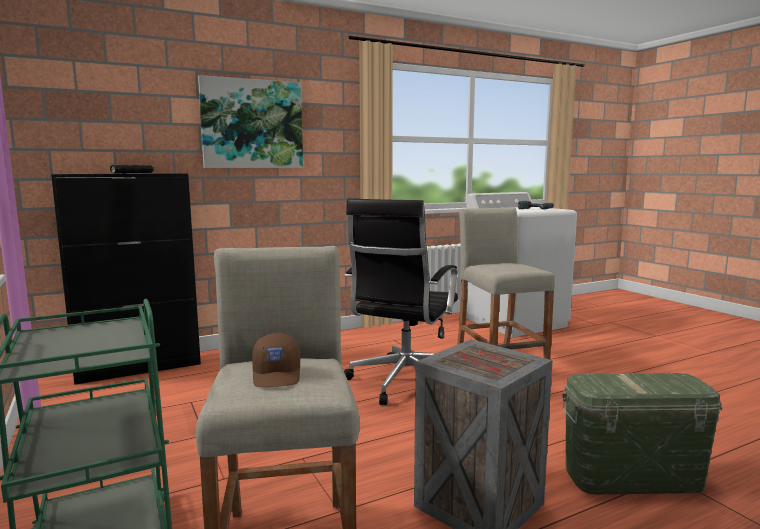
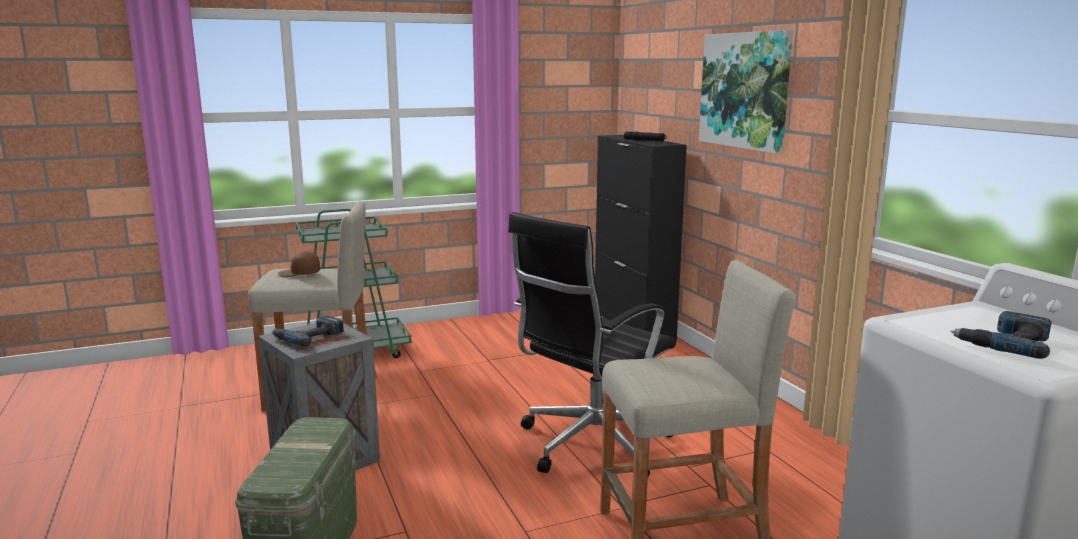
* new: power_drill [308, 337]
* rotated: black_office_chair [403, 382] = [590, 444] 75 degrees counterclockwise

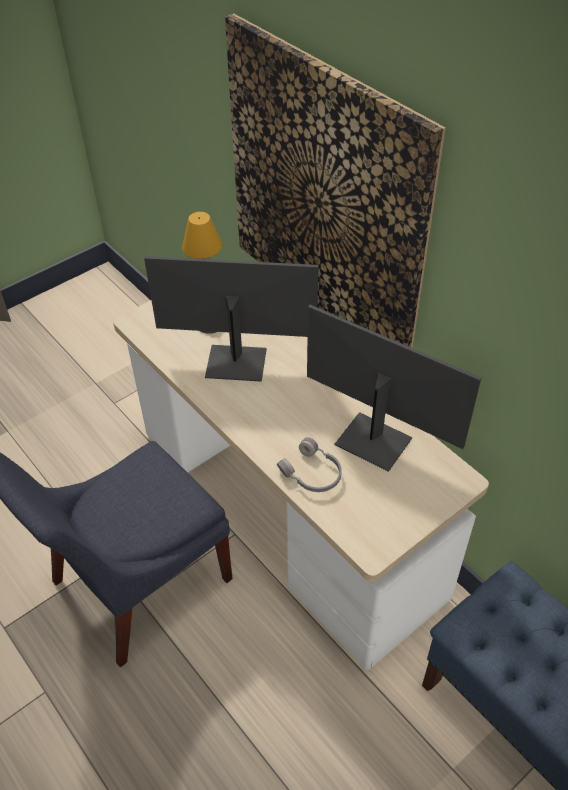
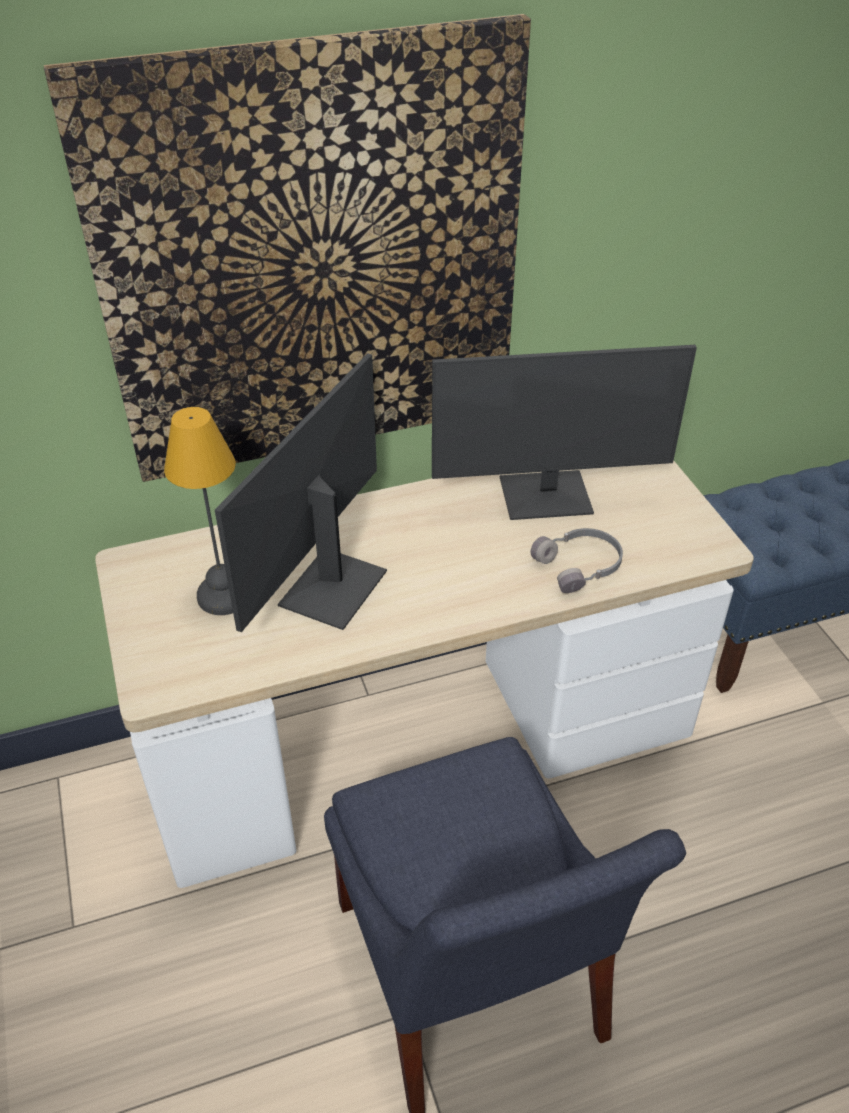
* rotated: monitor [374, 440] = [546, 497] 150 degrees counterclockwise

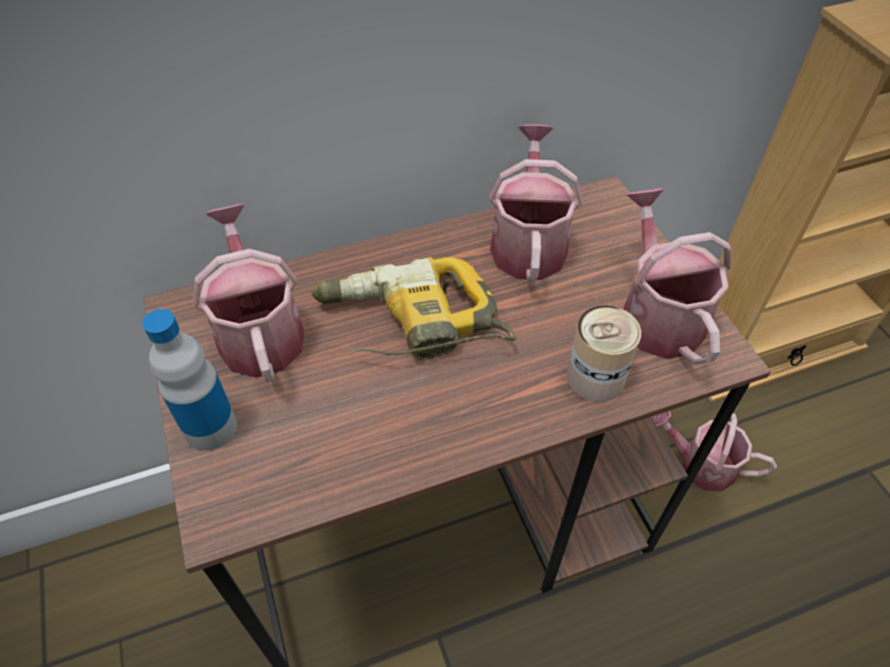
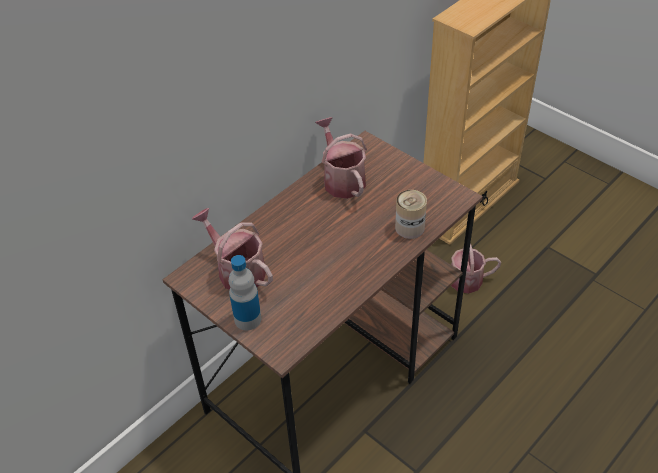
* gone: power_drill [411, 325]
* gone: watering_can [657, 314]

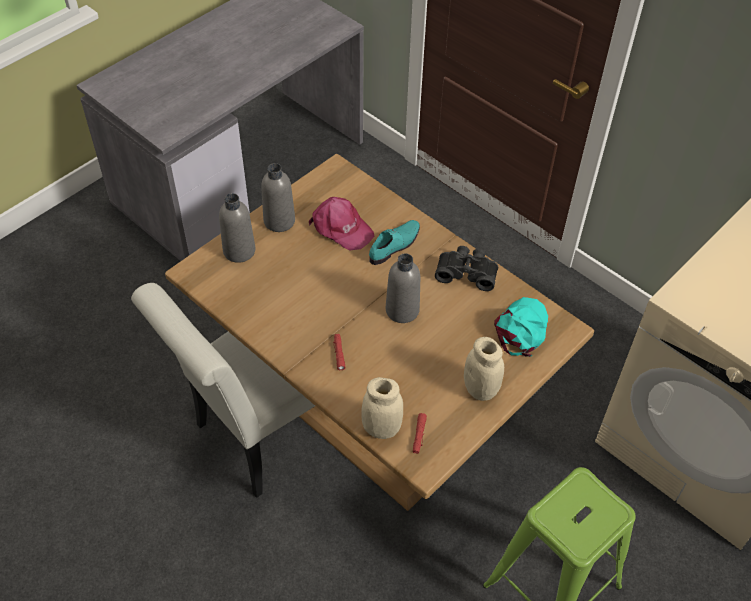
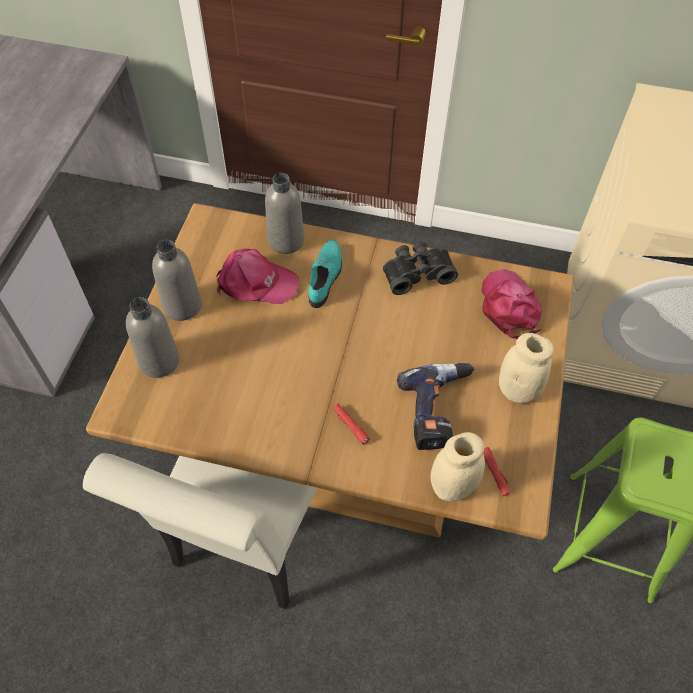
* shifted: grey_bottle [402, 310] to [286, 240]
* new: power_drill [439, 410]
* repainted: turquoise_cap [521, 329] to pink_cap [509, 307]

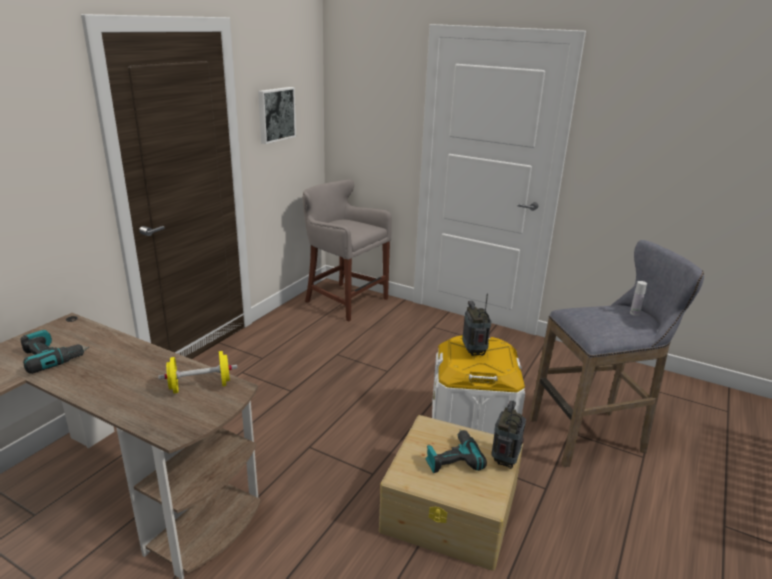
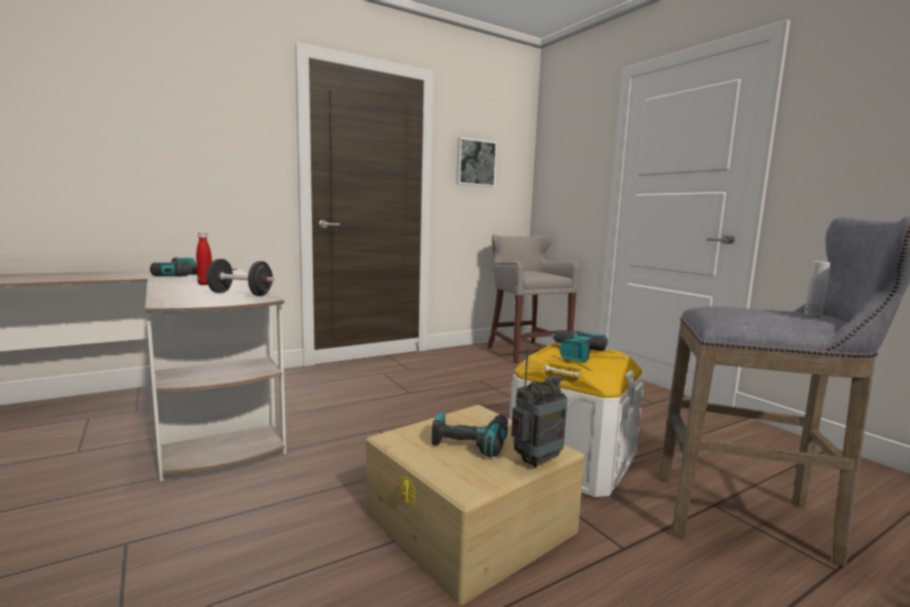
* new: red_bottle [205, 284]
* repainted: yellow_dumbbell [200, 386] to black_dumbbell [240, 294]
* swapped: radio [474, 352] to power_drill [573, 353]

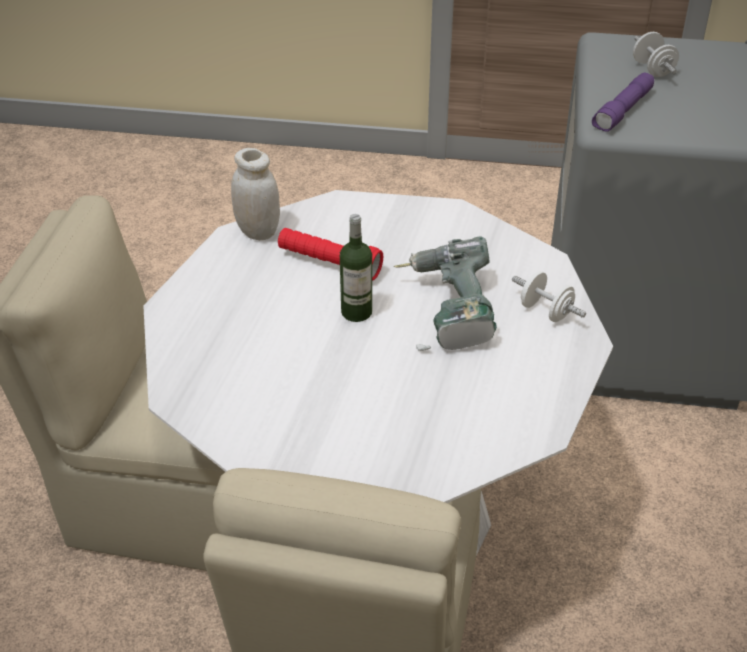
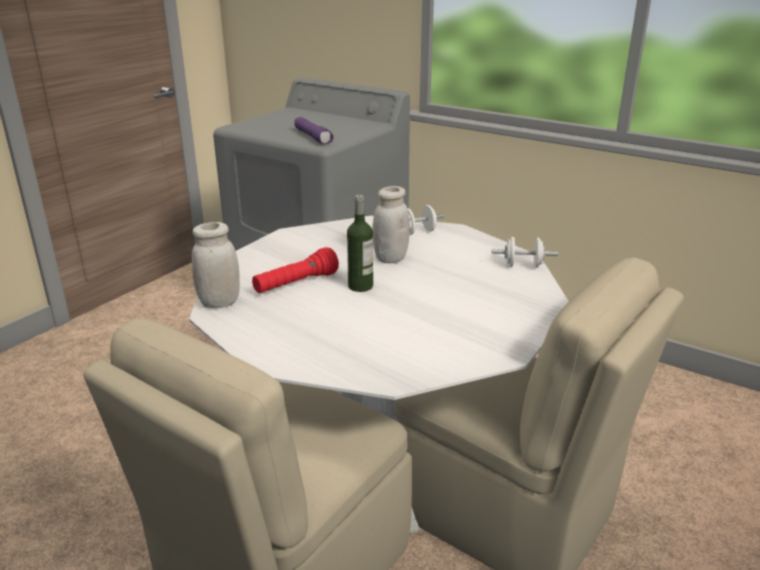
* swapped: power_drill [447, 312] to white_jar [390, 258]
* shifted: white_dumbbell [653, 69] to [523, 265]

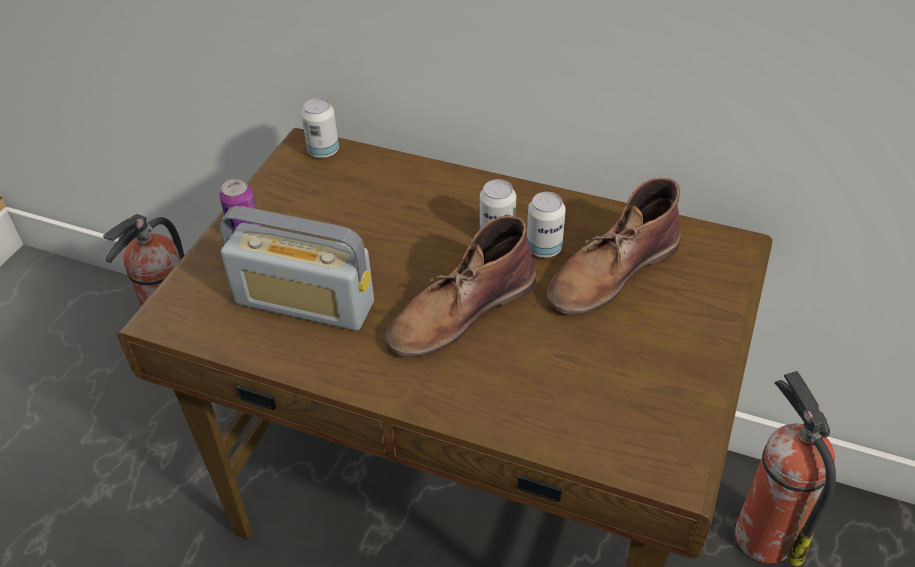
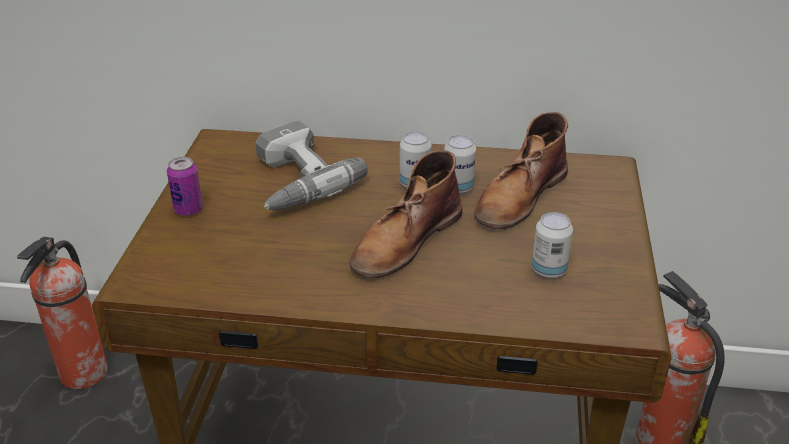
* new: power_drill [292, 181]
* shifted: can [323, 151] to [548, 270]
* gone: radio [305, 303]

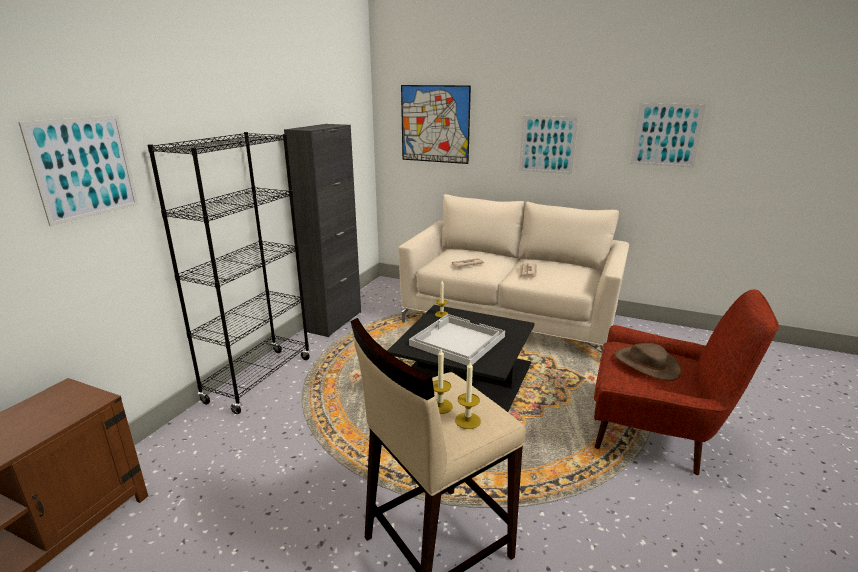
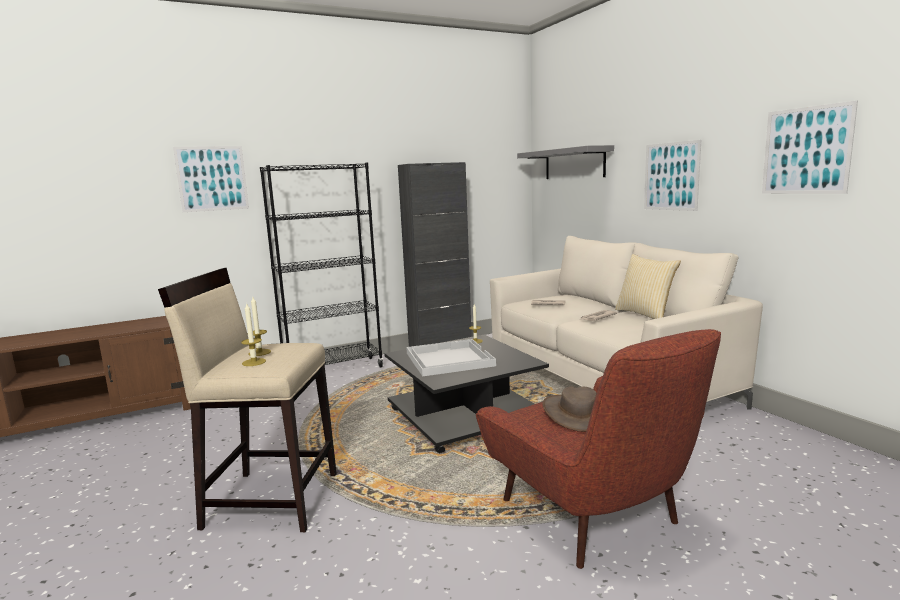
* swapped: picture [435, 124] to grey_shelf [574, 163]
* new: pillow [645, 314]

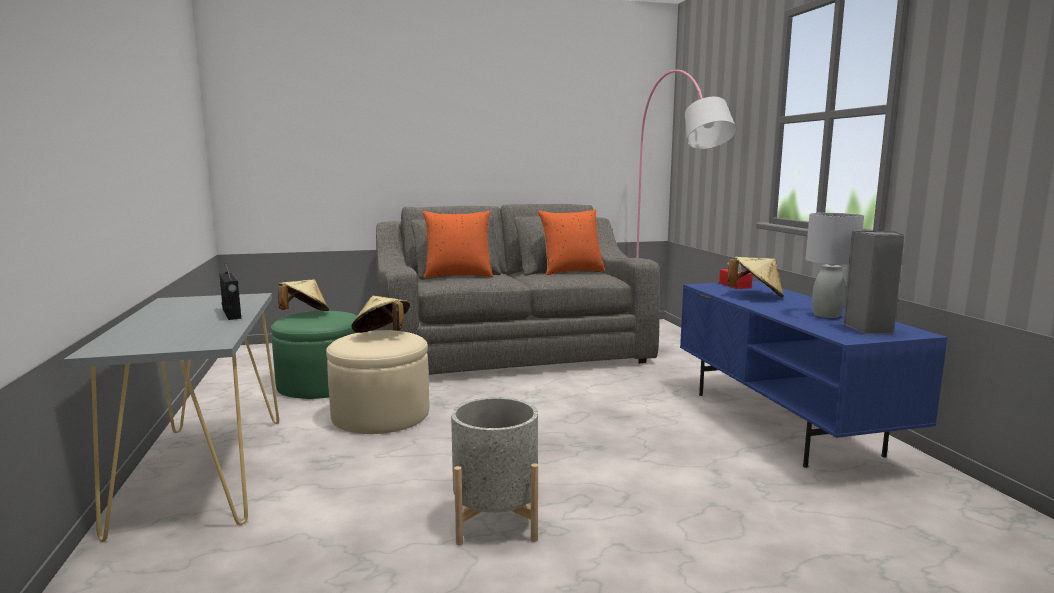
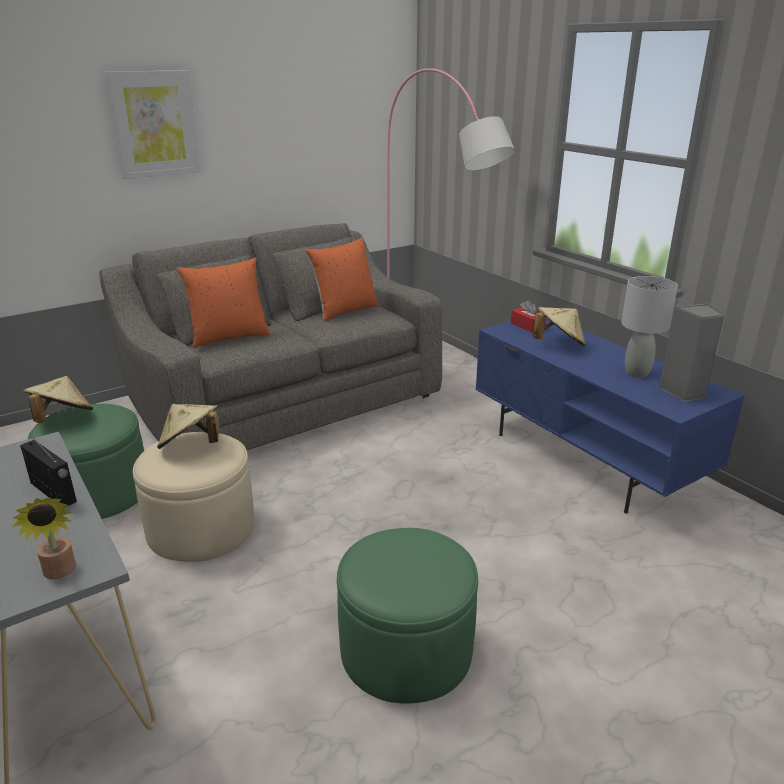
* new: potted_plant [60, 573]
* new: picture [154, 124]
* swapped: grey_planter [495, 521] to green_ottoman [406, 649]

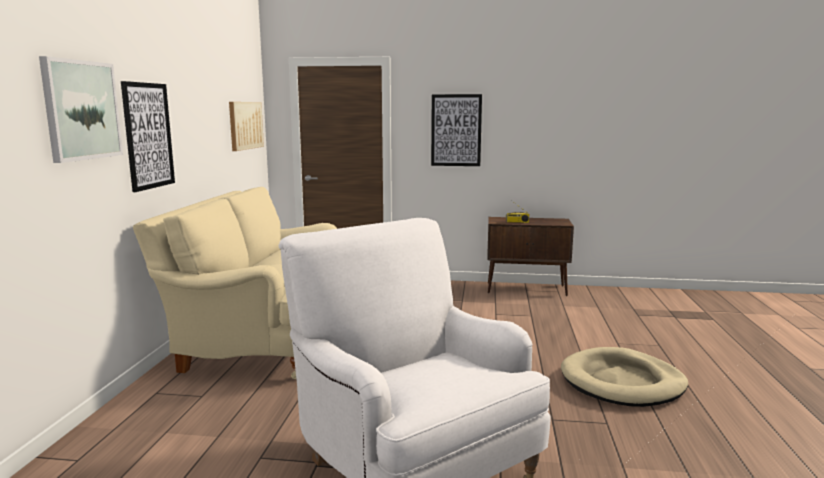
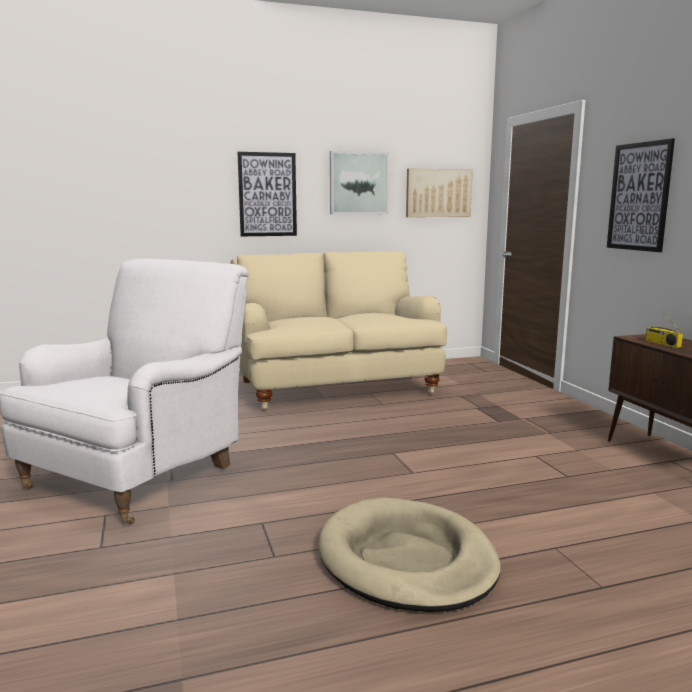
* shifted: picture [81, 110] to [358, 183]

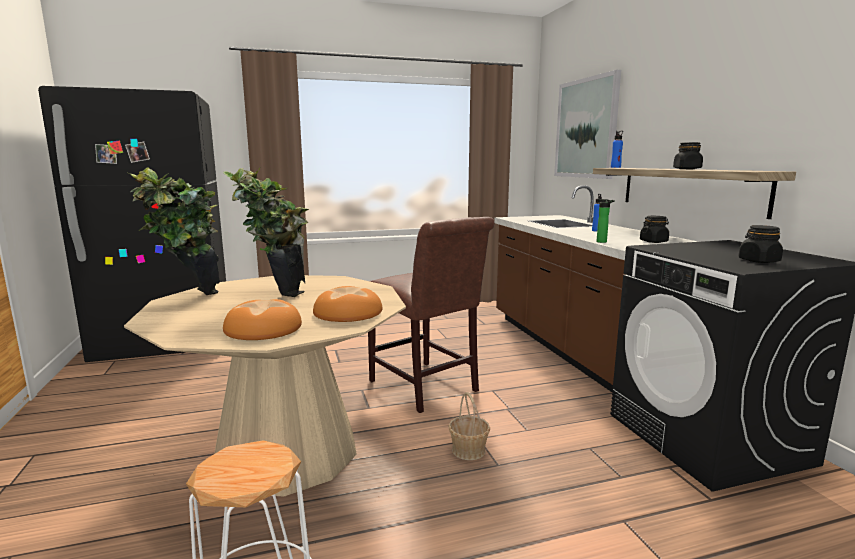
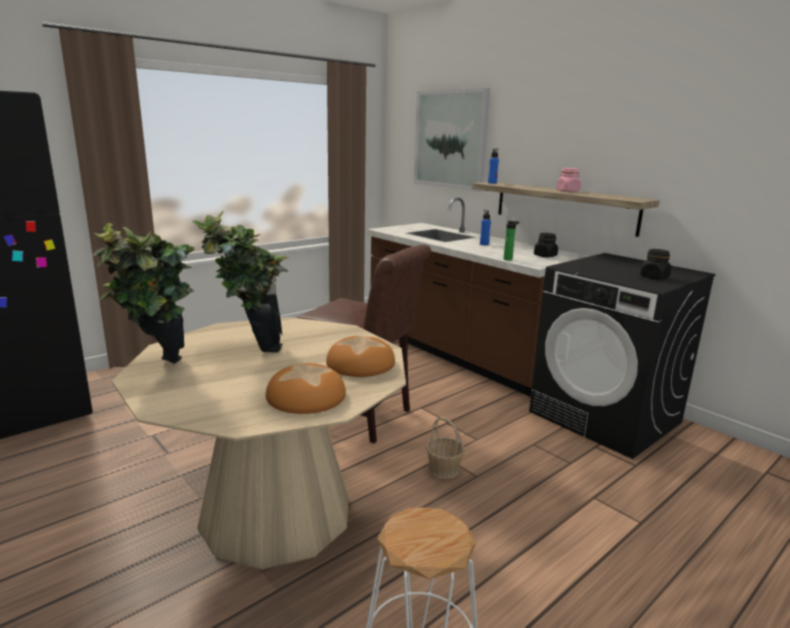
* repainted: black_jar [687, 169] to pink_jar [567, 191]

